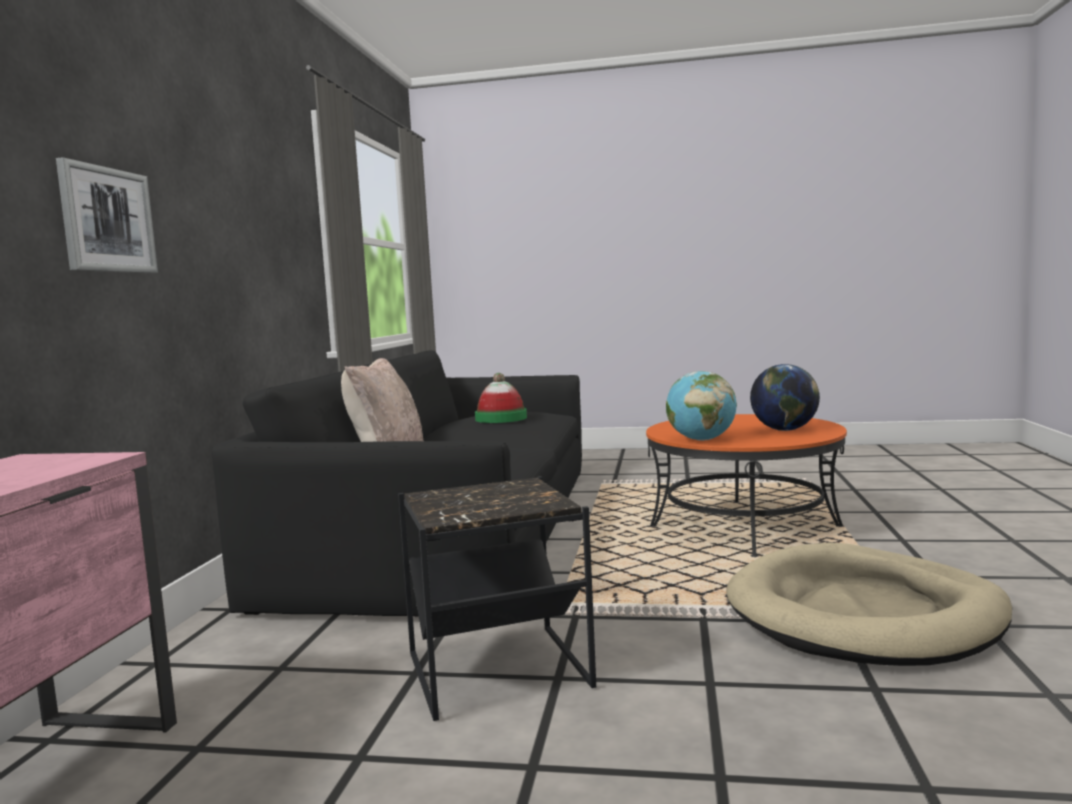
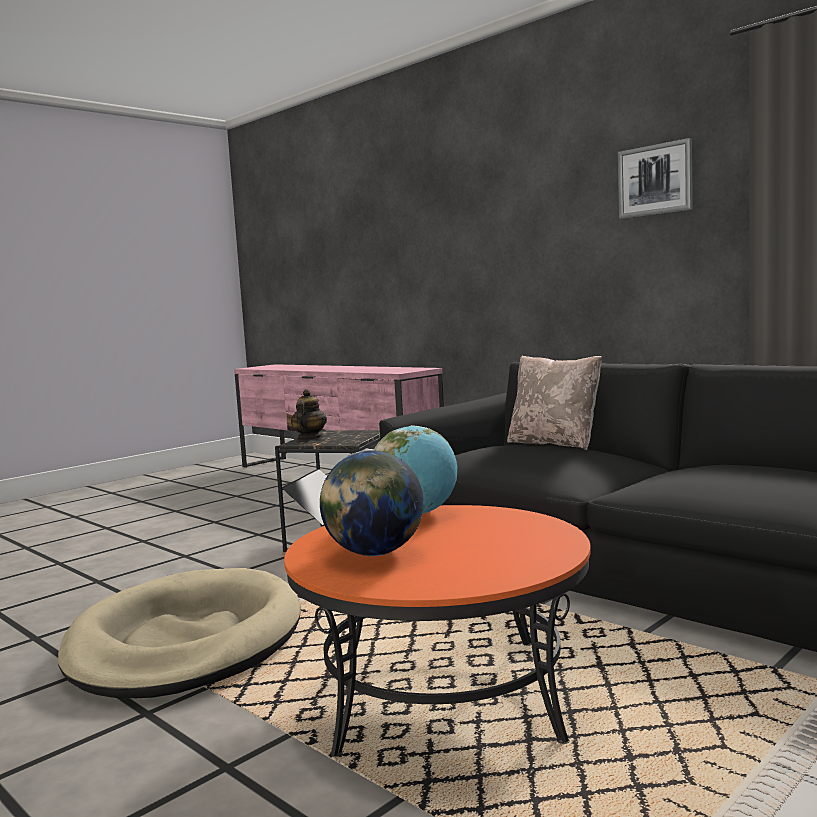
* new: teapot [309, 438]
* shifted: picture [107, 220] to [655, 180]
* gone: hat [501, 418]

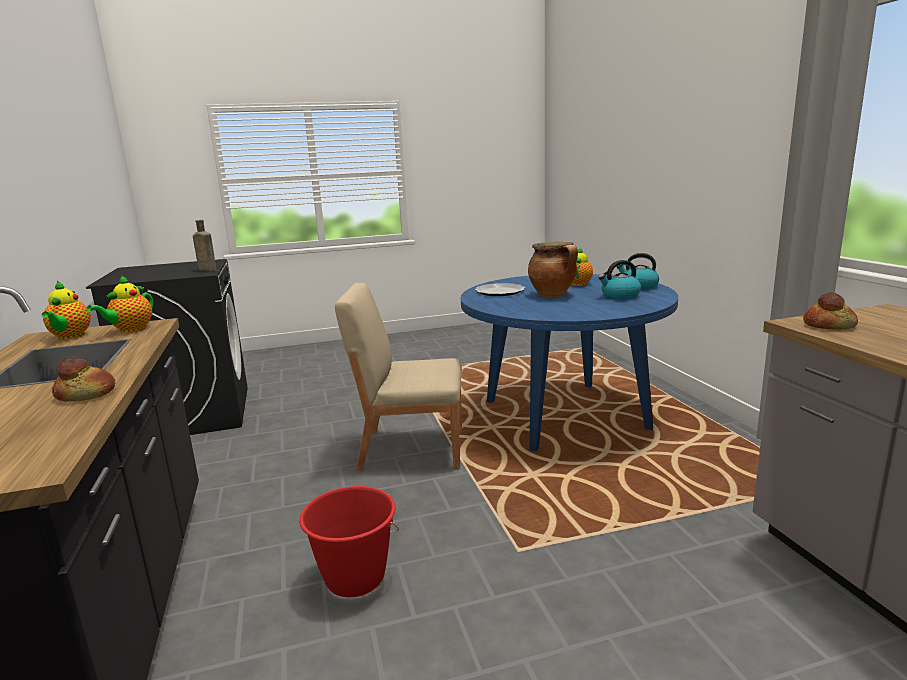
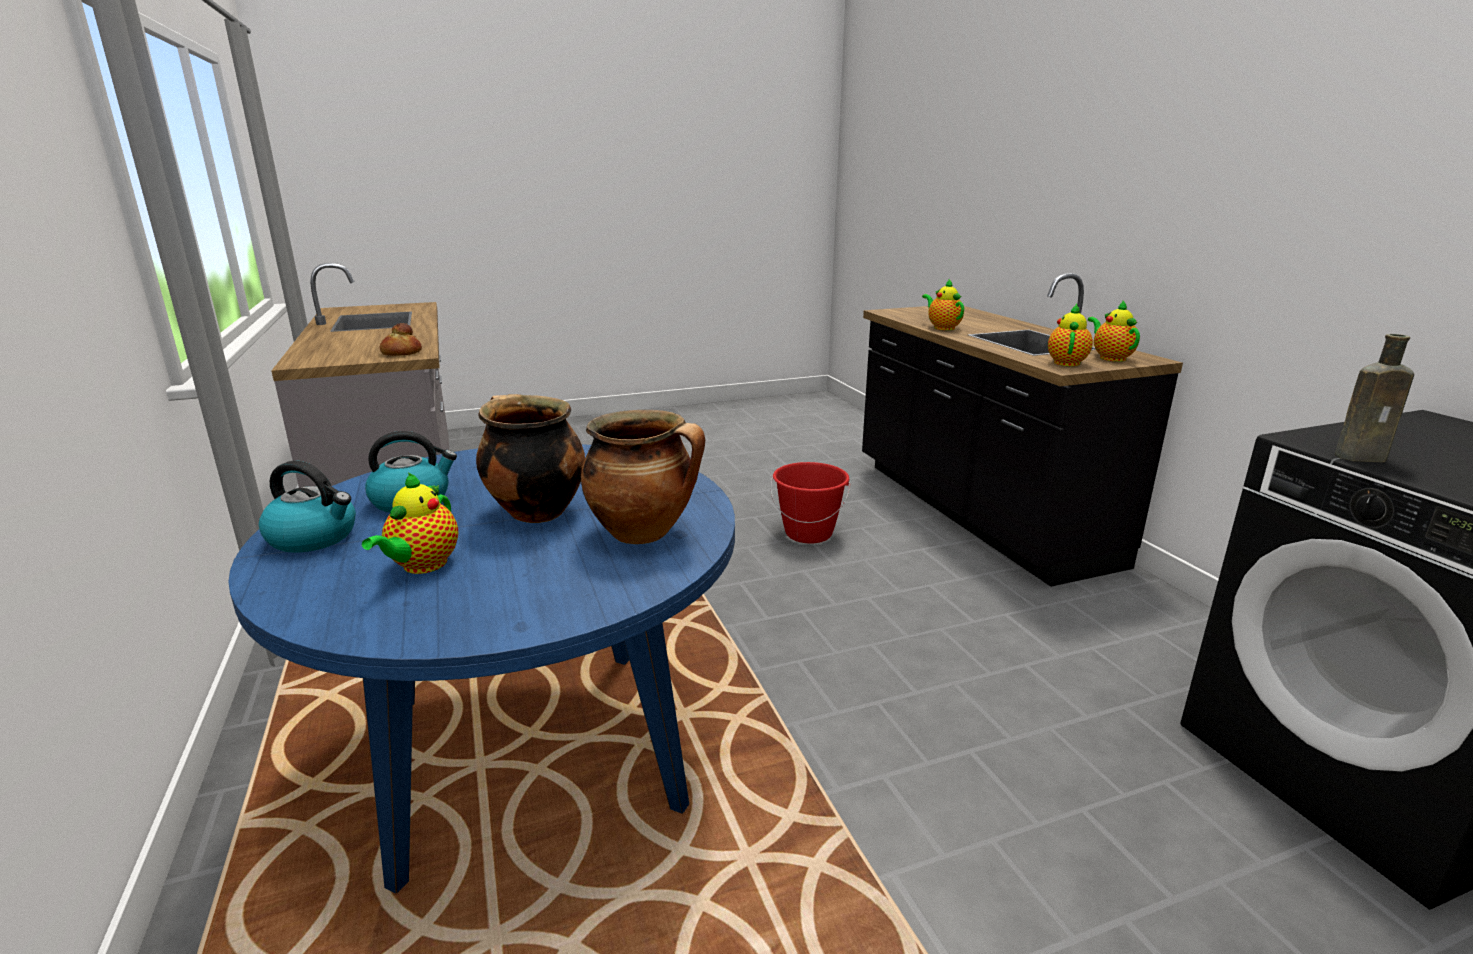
* swapped: plate [499, 292] to cooking_pot [644, 533]
* swapped: bread [87, 394] to teapot [942, 327]
* gone: beige_chair [410, 448]

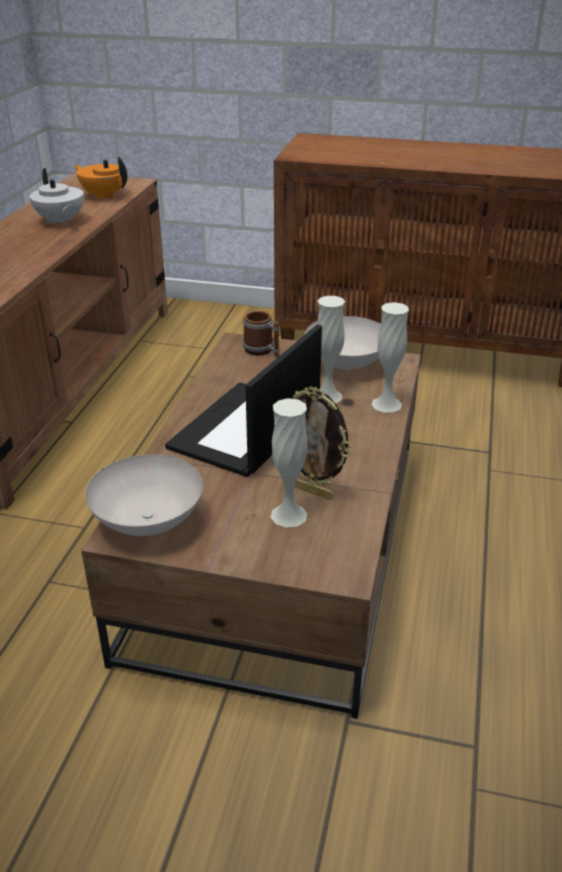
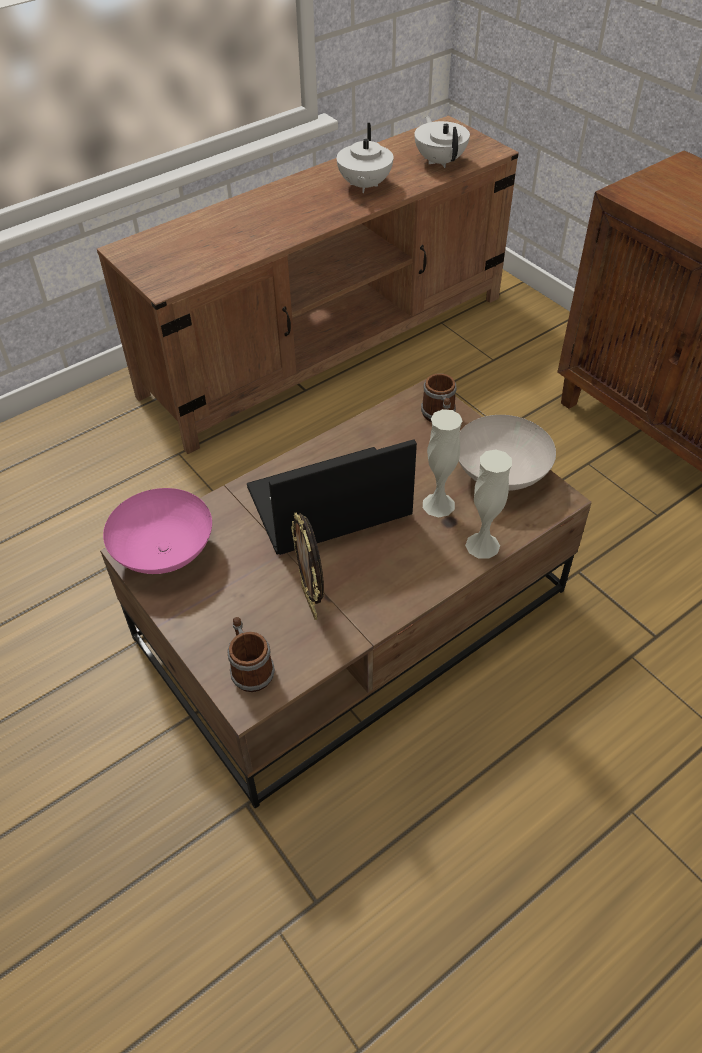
* repainted: white_bowl [150, 521] to pink_bowl [166, 553]
* new: mug [250, 668]
* repainted: orange_teapot [104, 196] to white_teapot [440, 161]
* gone: white_vase [289, 515]

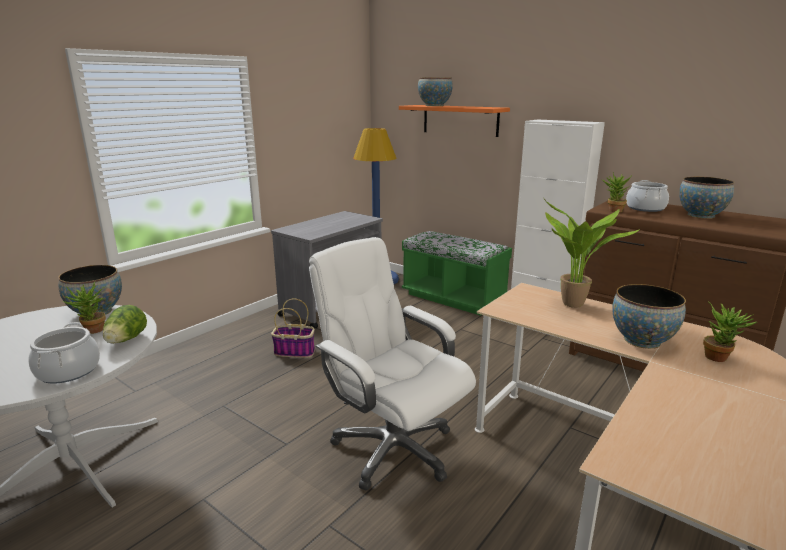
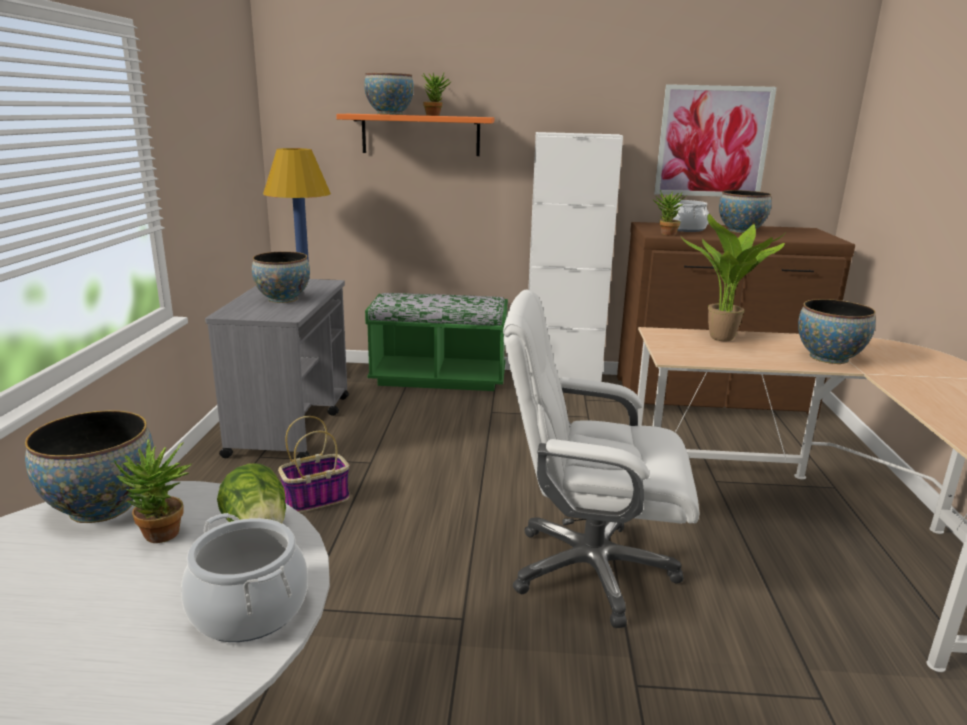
* new: bowl [283, 299]
* shifted: potted_plant [719, 357] to [435, 115]
* new: picture [713, 142]

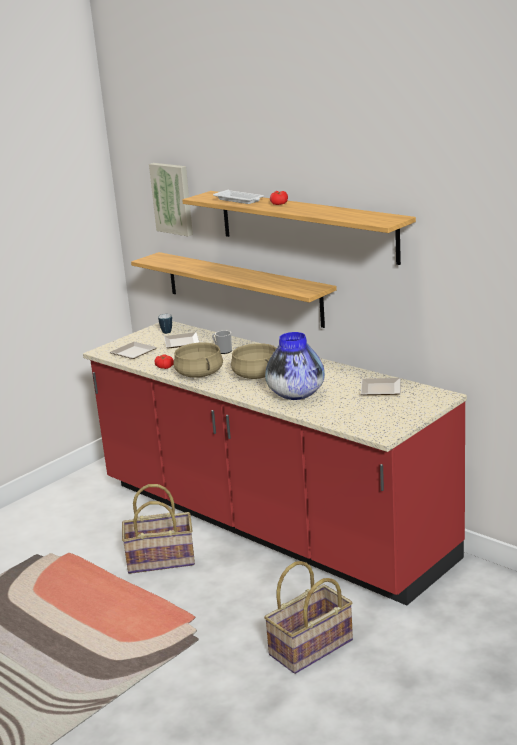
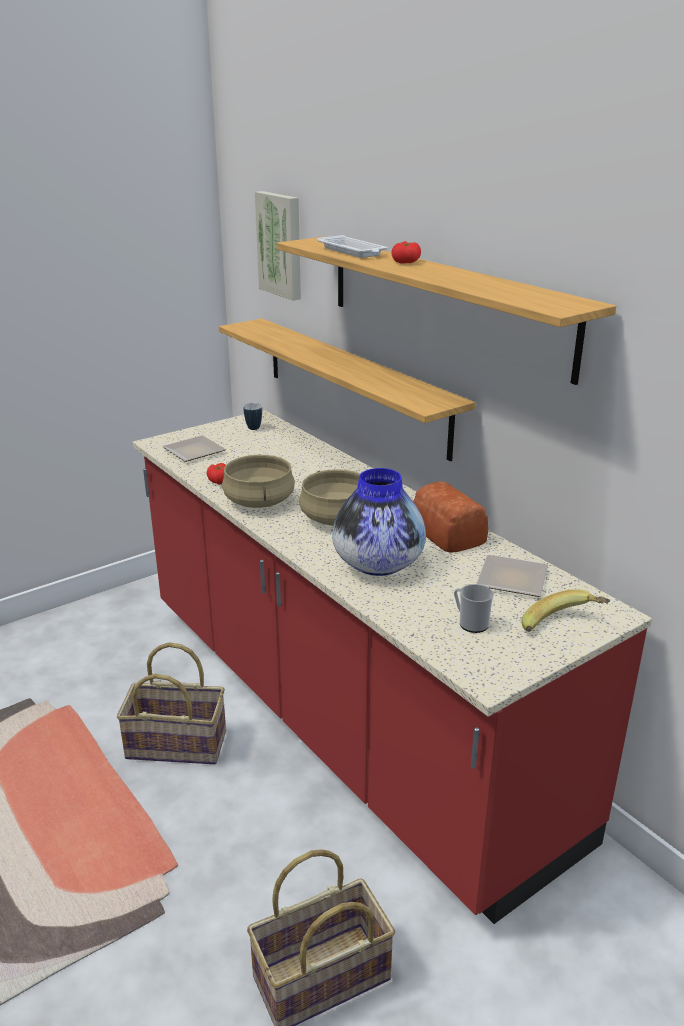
* new: bread [447, 532]
* shifted: mug [223, 351] to [470, 623]
* new: banana [563, 628]
* gone: plate [180, 342]

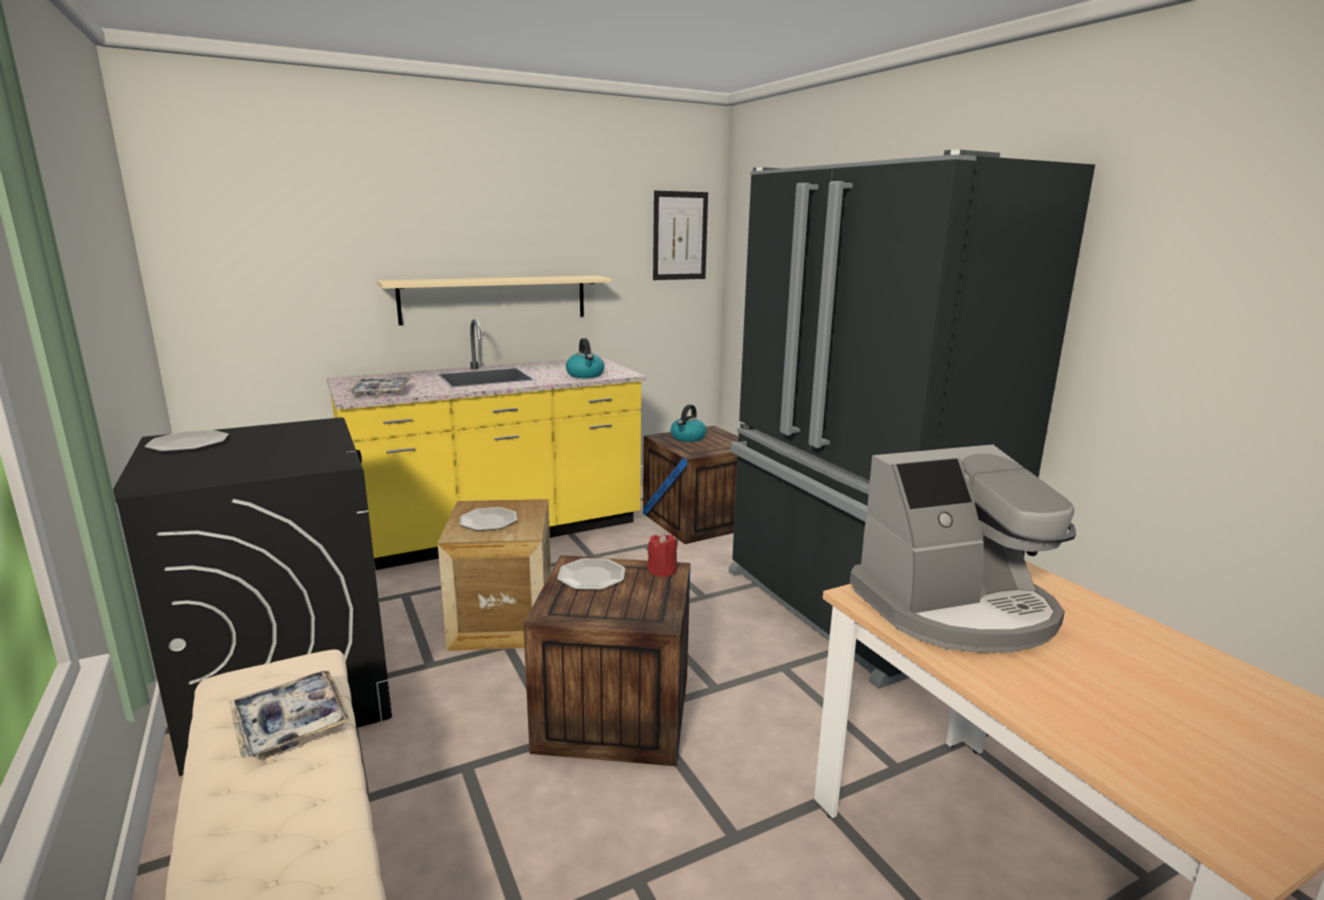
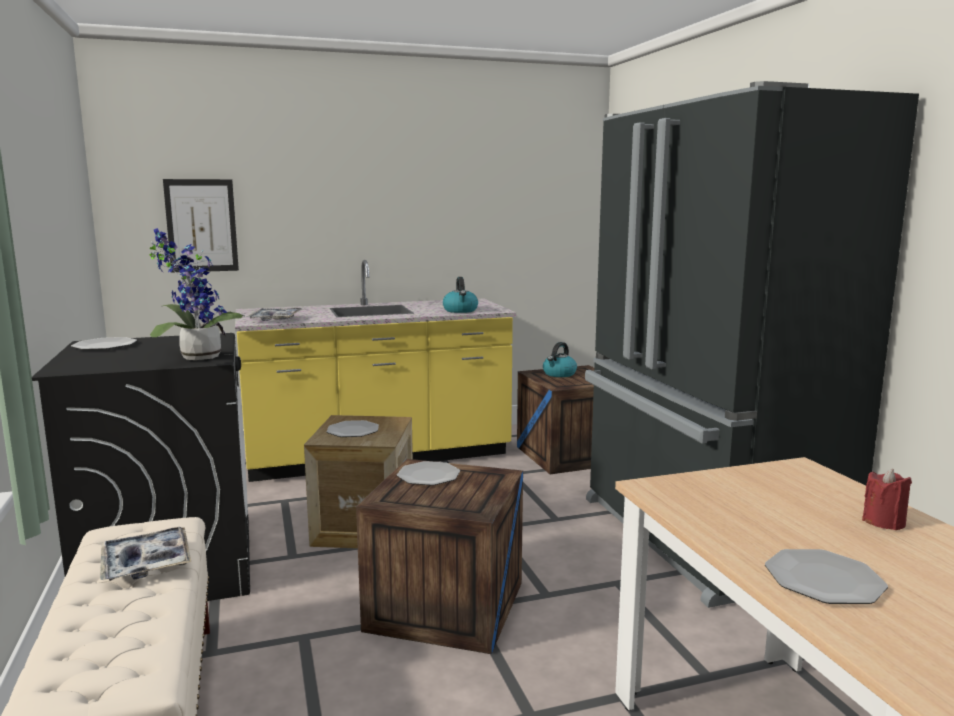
* new: potted_plant [196, 357]
* shifted: picture [680, 236] to [201, 225]
* new: plate [823, 579]
* shifted: red_candle [662, 570] to [883, 522]
* gone: beige_shelf [495, 299]
* gone: coffee_machine [956, 608]

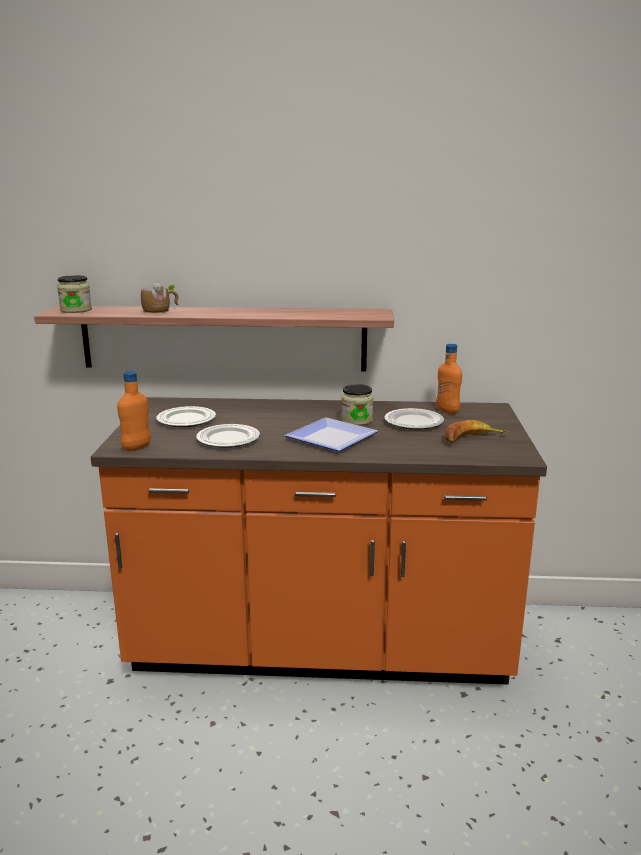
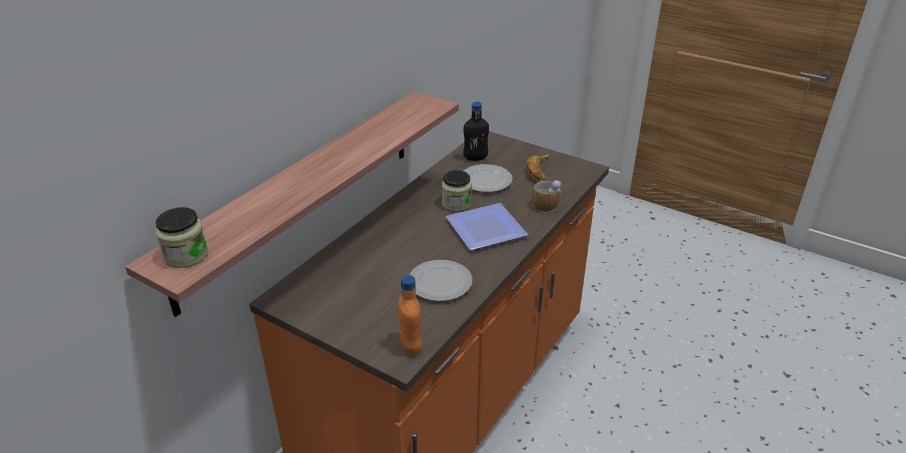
* repainted: orange_bottle [447, 411] to black_bottle [475, 158]
* shifted: mug [161, 310] to [544, 203]
* gone: plate [187, 420]

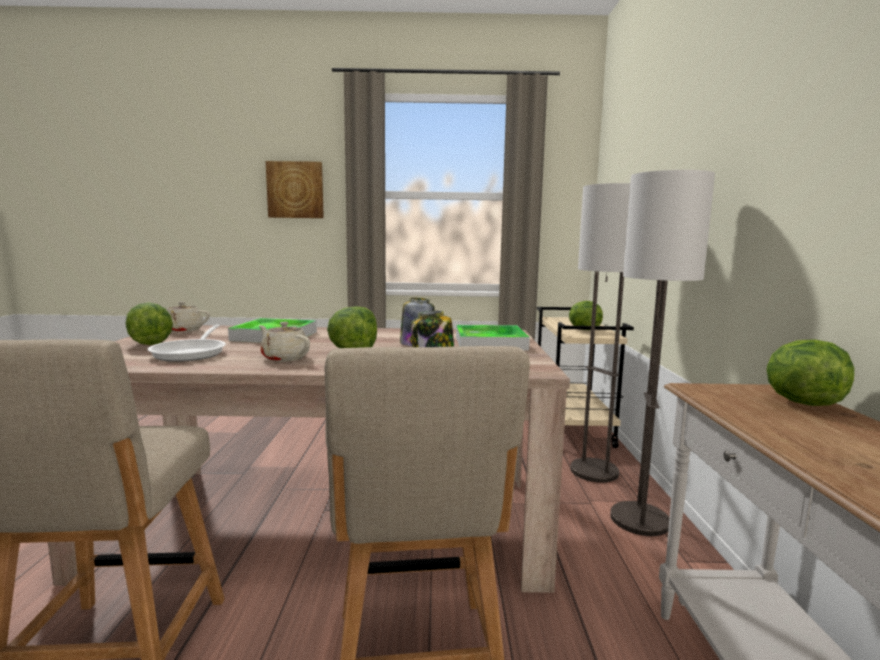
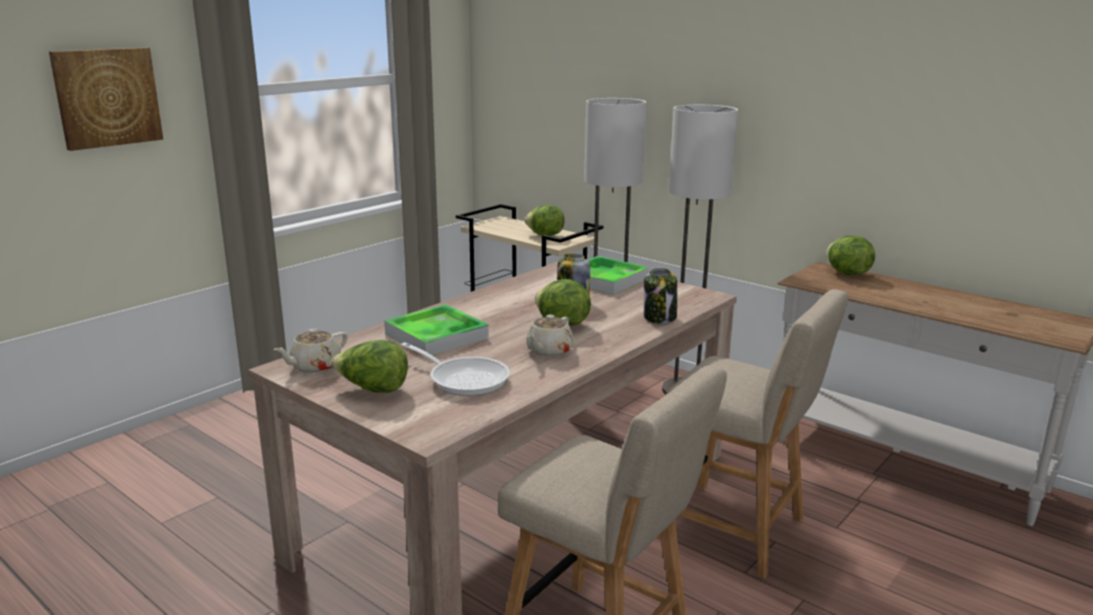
* rotated: beige_teapot [284, 358] = [549, 351] 45 degrees counterclockwise

